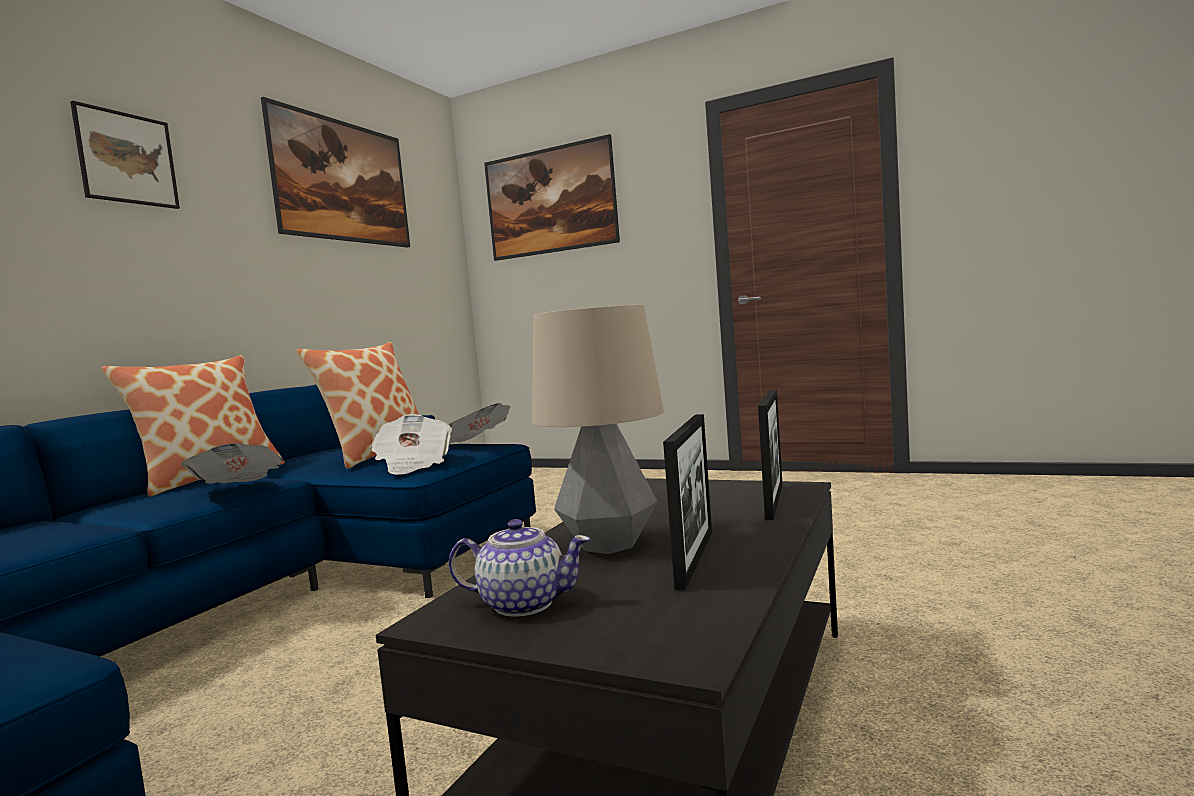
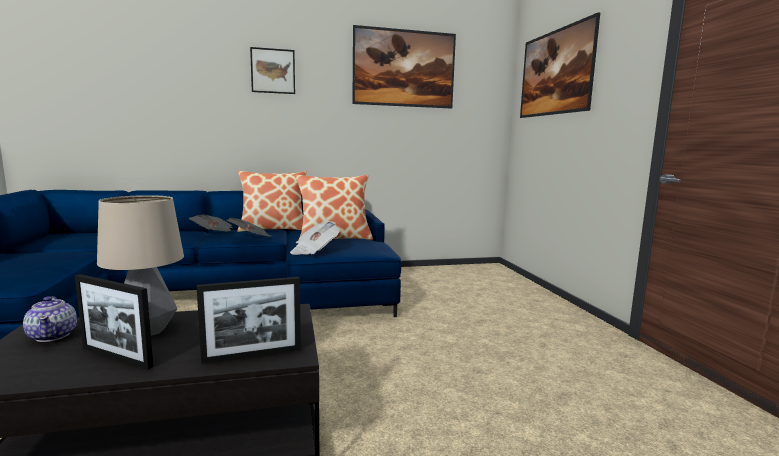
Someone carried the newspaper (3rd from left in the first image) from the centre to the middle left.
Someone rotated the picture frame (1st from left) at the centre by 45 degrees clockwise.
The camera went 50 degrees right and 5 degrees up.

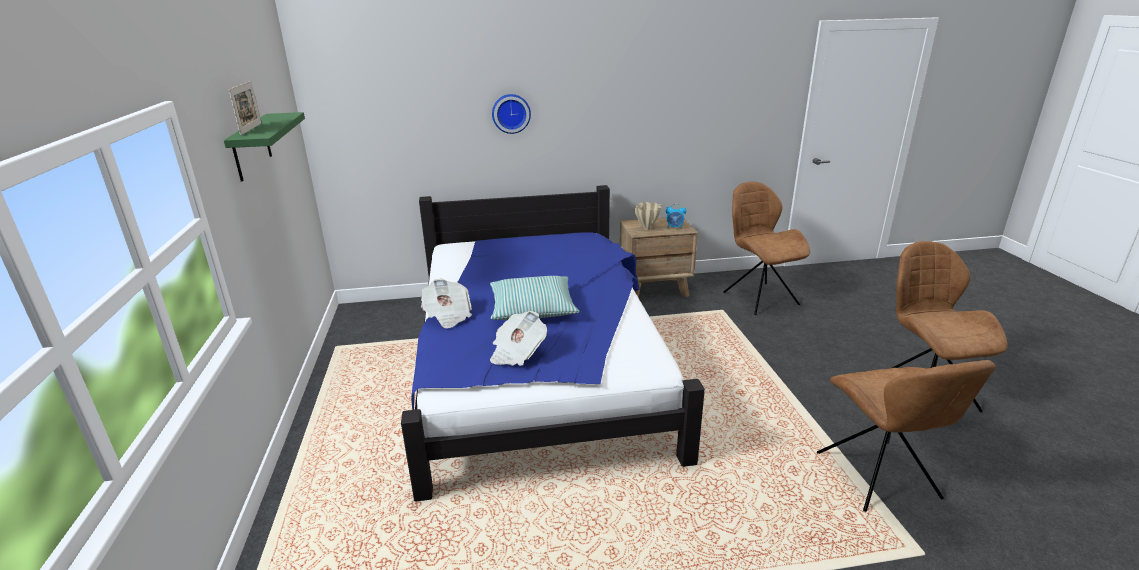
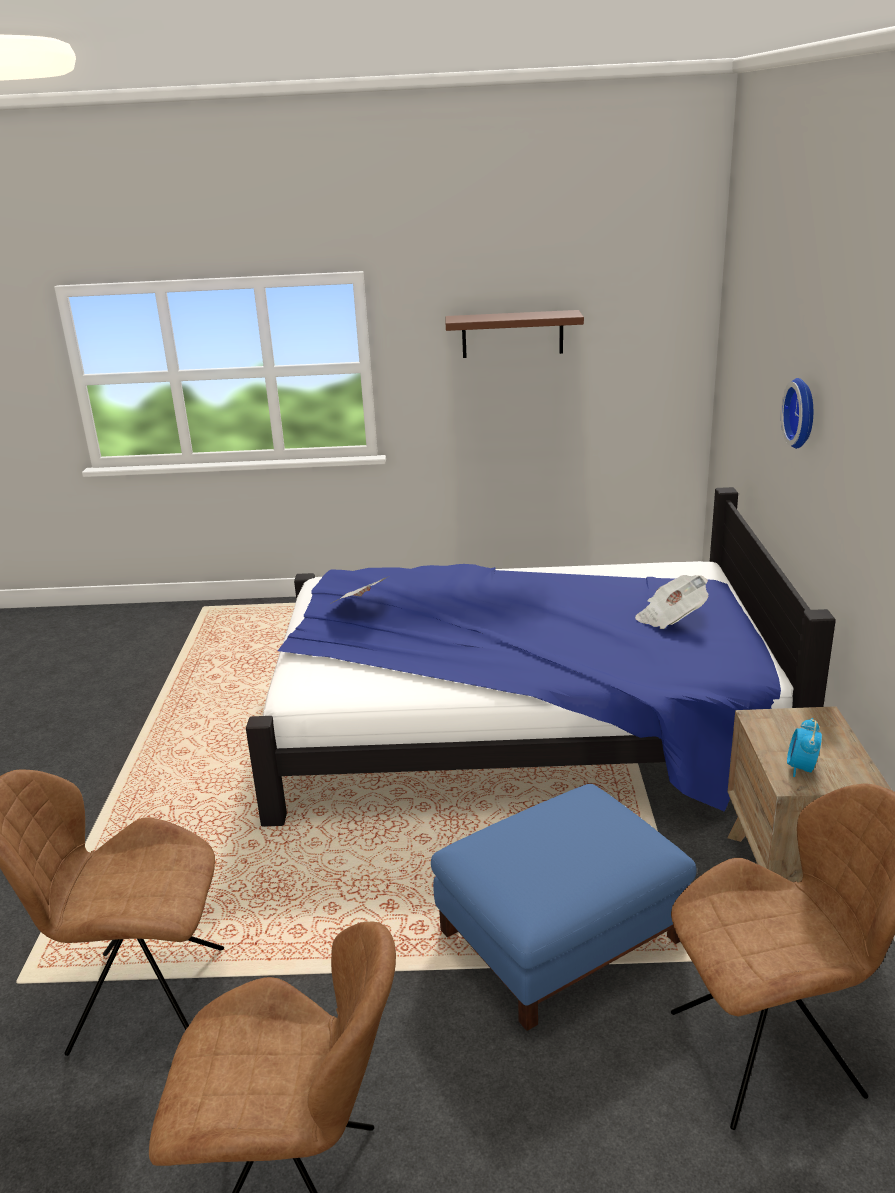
Someone repainted the green shelf at the top left, which became the brown shelf at the top centre.
Someone took away the picture frame at the top left.
Someone carried the newspaper (1st from left in the first image) from the centre to the middle right.
Someone took away the pillow at the centre.
Someone took away the beige vase at the centre.
Someone put down the blue ottoman at the bottom centre.
The camera went 100 degrees right and 0 degrees up.

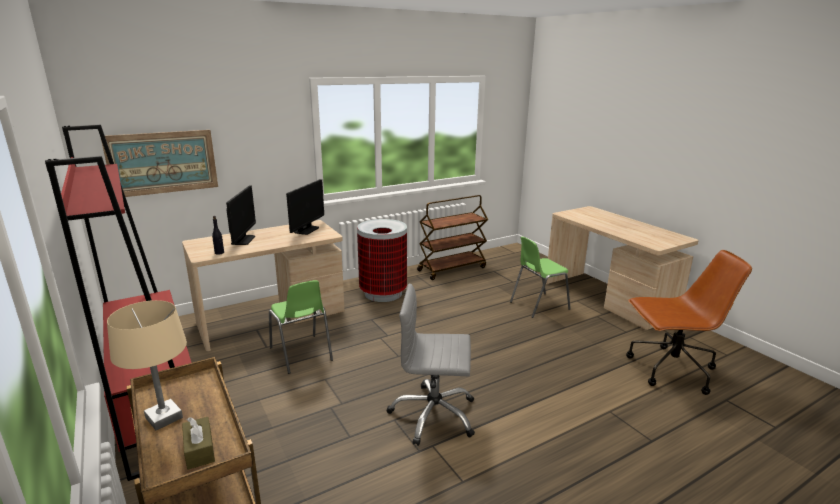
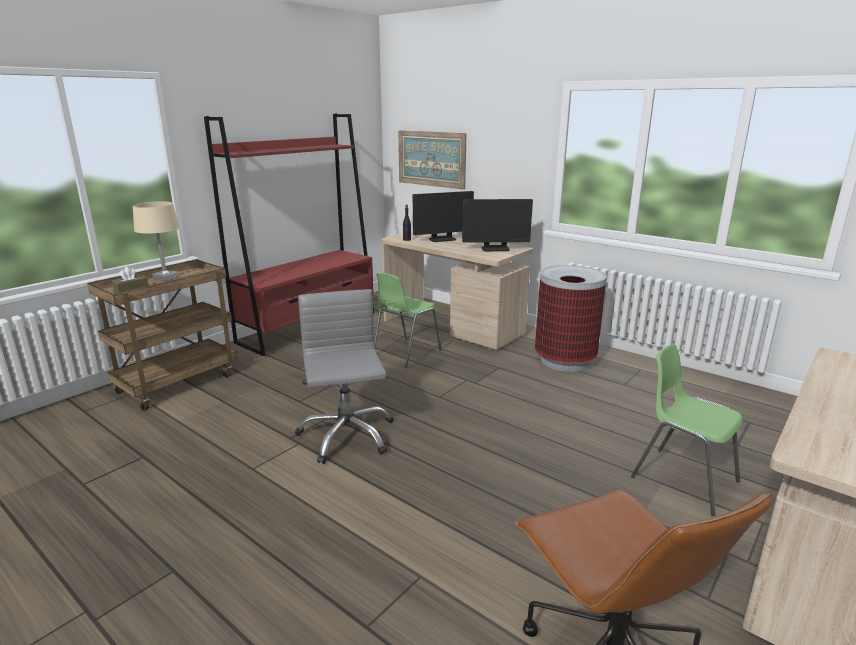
Someone took away the brown cart (2nd from left) at the centre.
The camera went 70 degrees right and 0 degrees up.

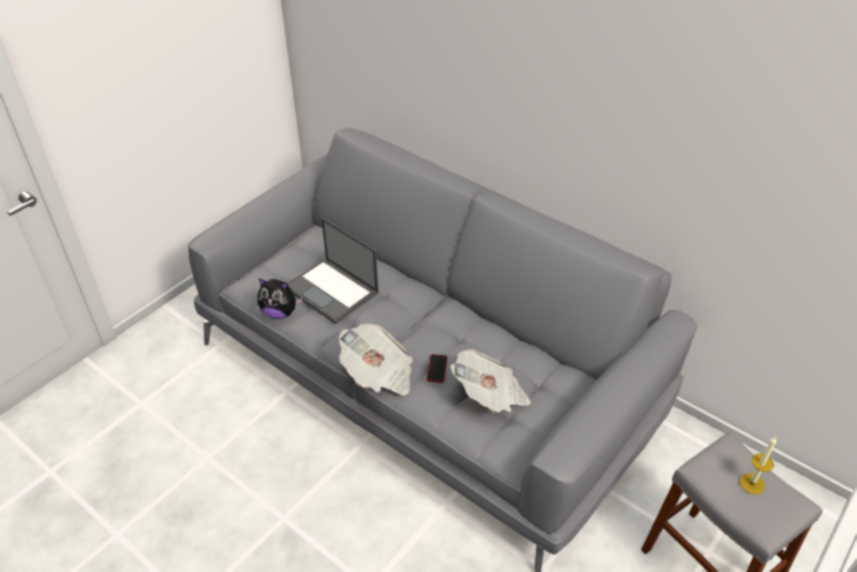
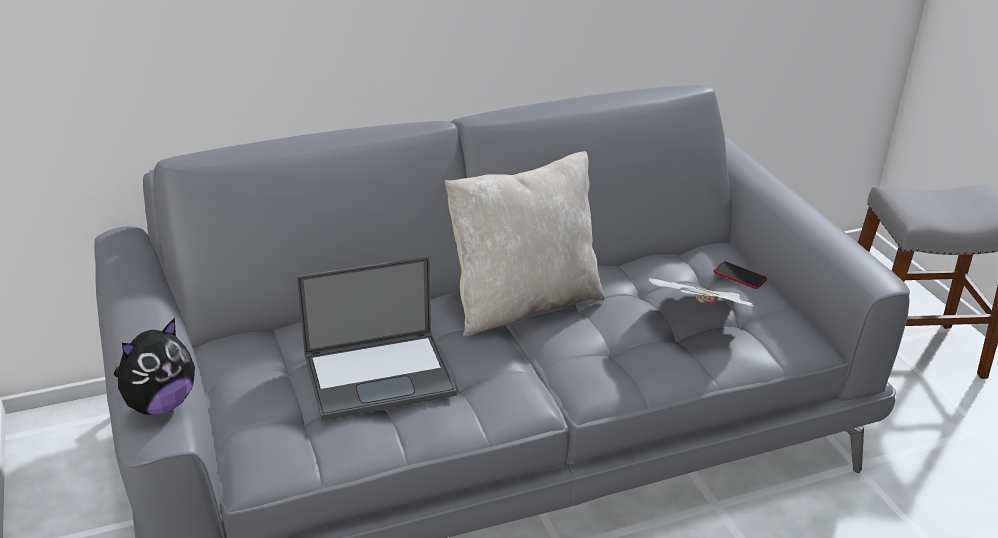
Someone carried the plush toy from the middle left to the bottom left.
Someone took away the newspaper (1st from left) at the centre.
Someone carried the phone from the centre to the middle right.
Someone took away the candle at the bottom right.
Someone put down the beige pillow at the centre.
The camera went 60 degrees left and 10 degrees down.

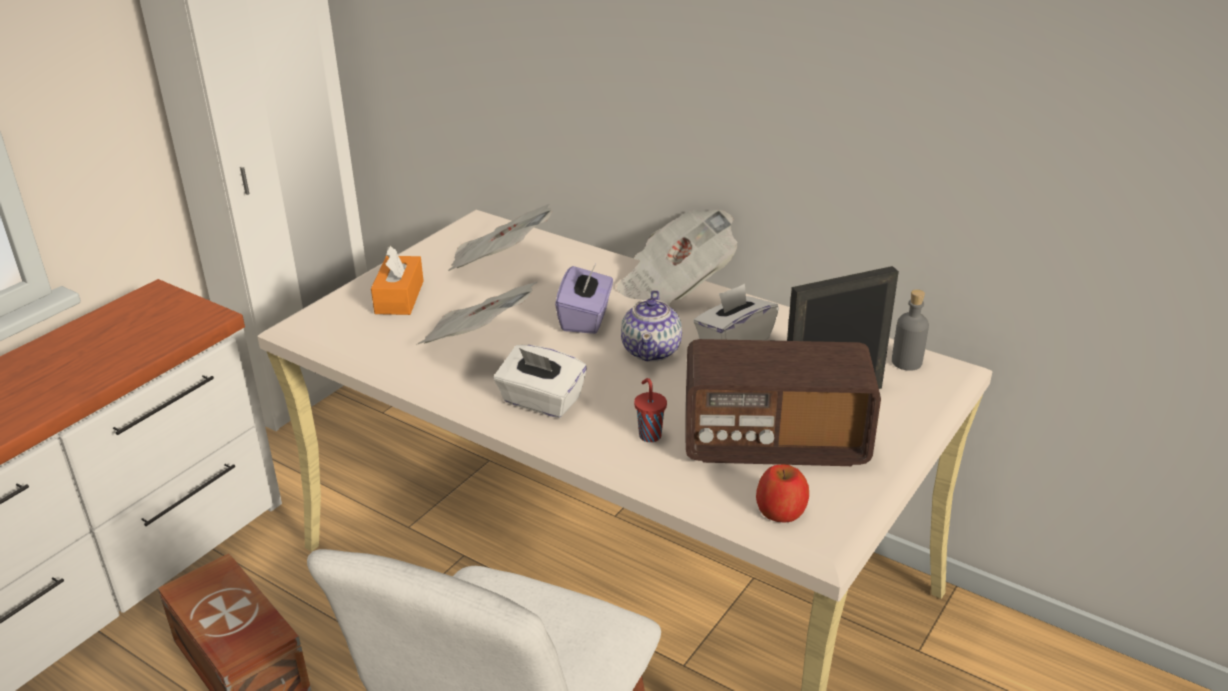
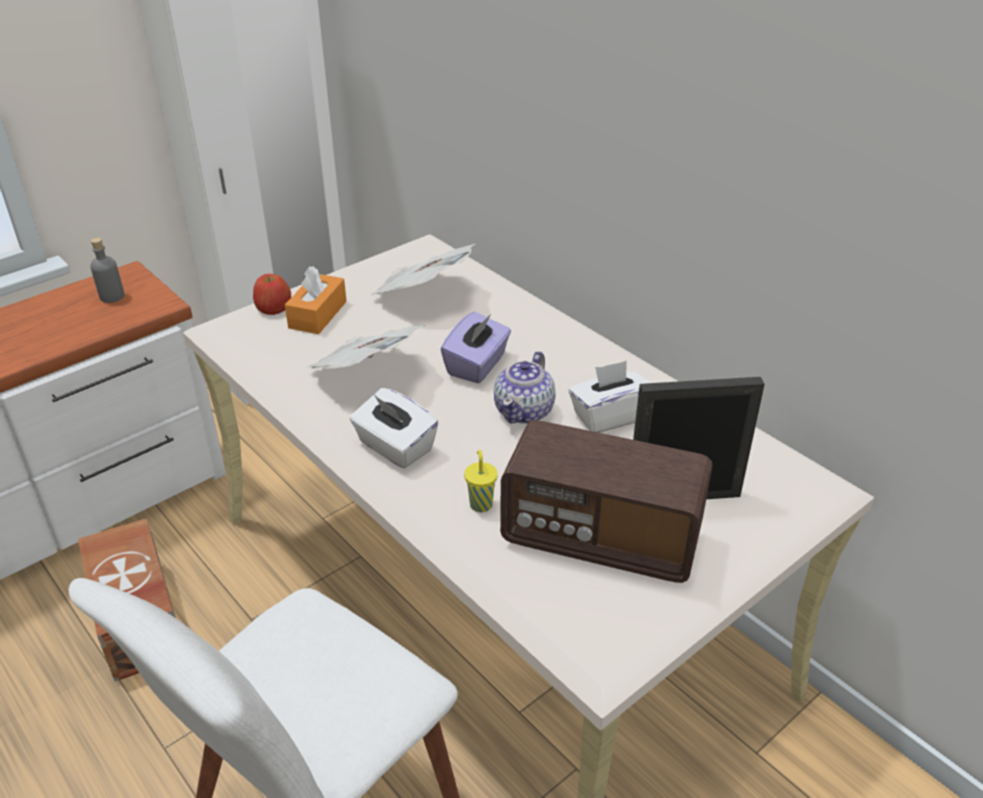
Someone took away the newspaper (3rd from left) at the centre.
Someone repainted the red cup at the centre, which became the yellow cup at the centre.
Someone carried the apple from the bottom centre to the middle left.
Someone carried the grey bottle from the middle right to the middle left.
The camera went 15 degrees right and 5 degrees up.

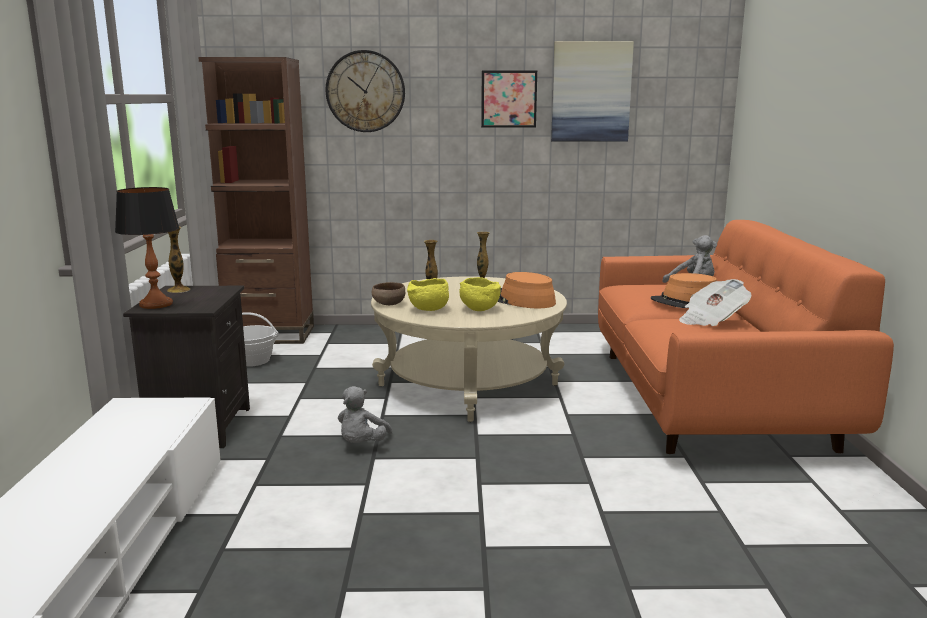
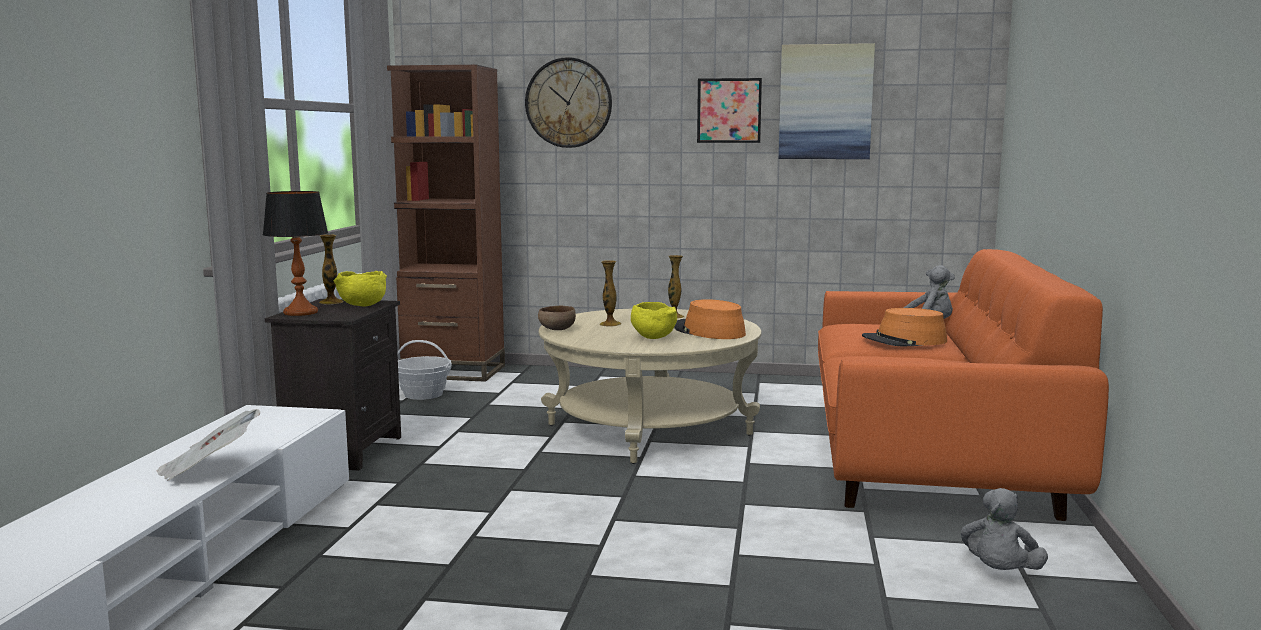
Someone carried the grey plush toy (1st from left in the first image) from the bottom centre to the bottom right.
Someone carried the yellow bowl (1st from left) from the centre to the middle left.
Someone carried the newspaper from the middle right to the bottom left.
The camera went 10 degrees right and 5 degrees down.

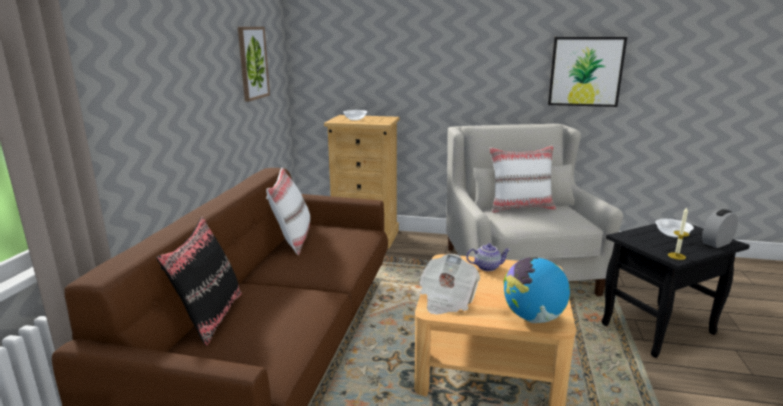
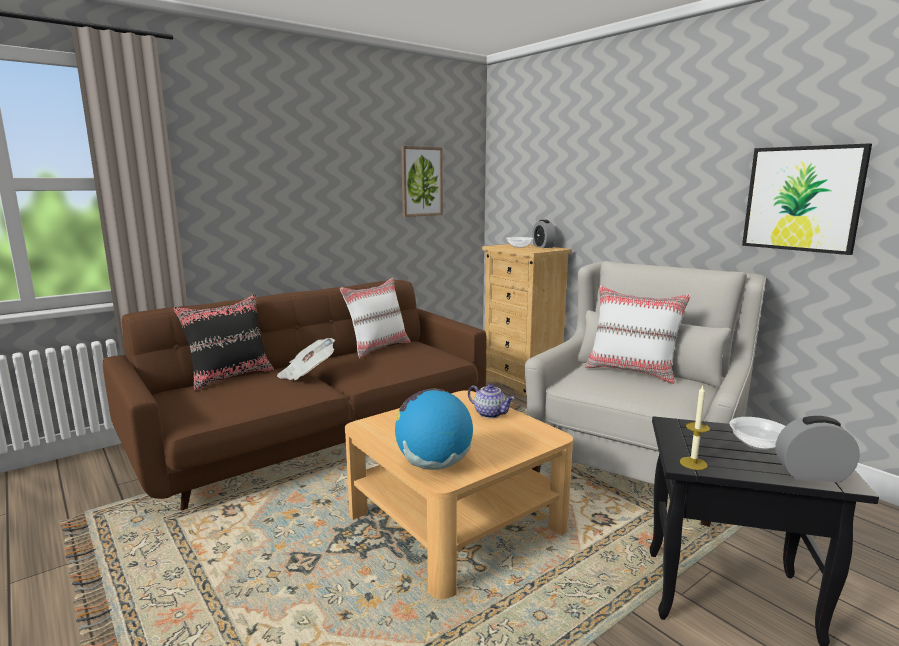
Someone carried the newspaper from the bottom centre to the centre.
Someone put down the alarm clock (1st from left) at the centre.
The camera went 40 degrees right and 5 degrees down.

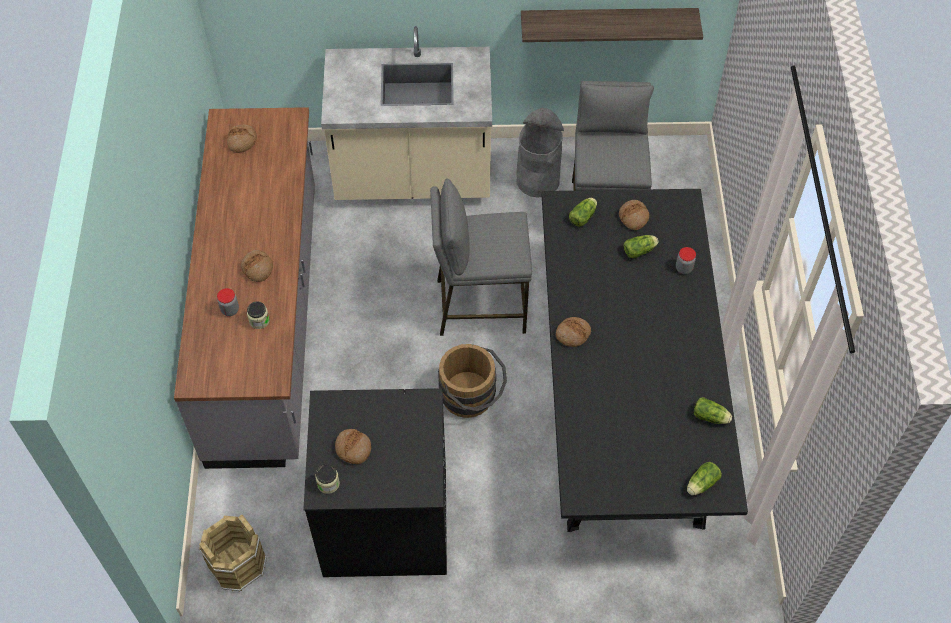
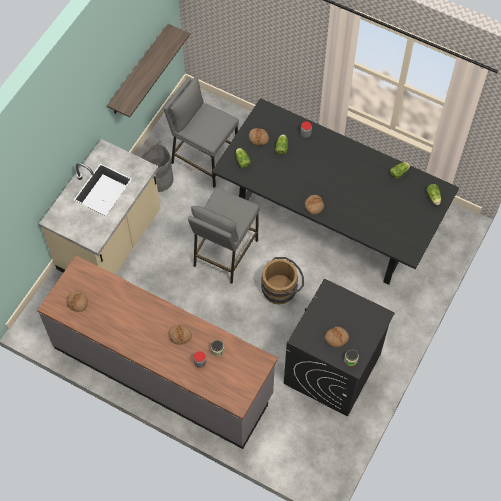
Someone took away the brown bucket (1st from left) at the bottom left.
The camera went 60 degrees left and 5 degrees up.

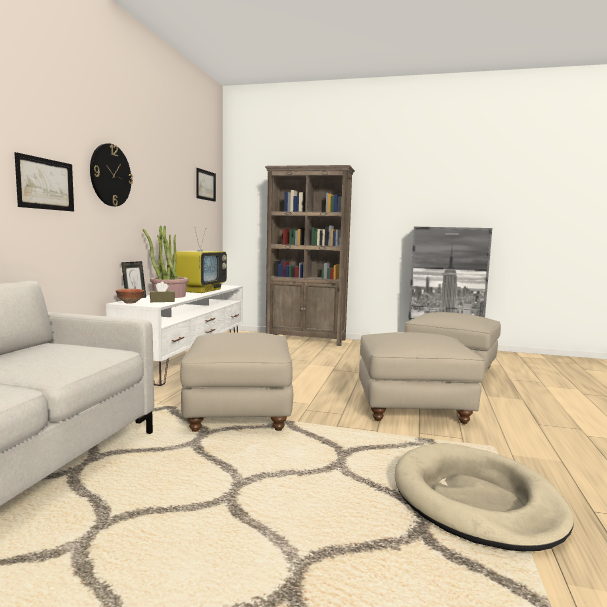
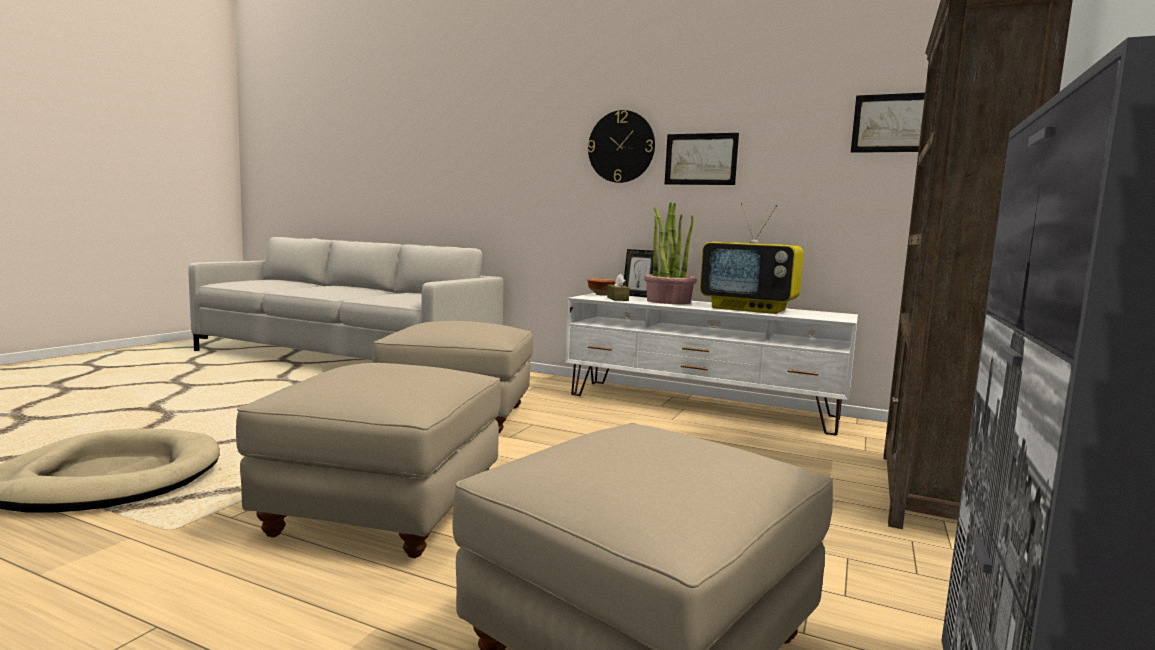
Someone carried the picture (1st from left) from the top left to the top centre.
The camera went 100 degrees right and 0 degrees up.

